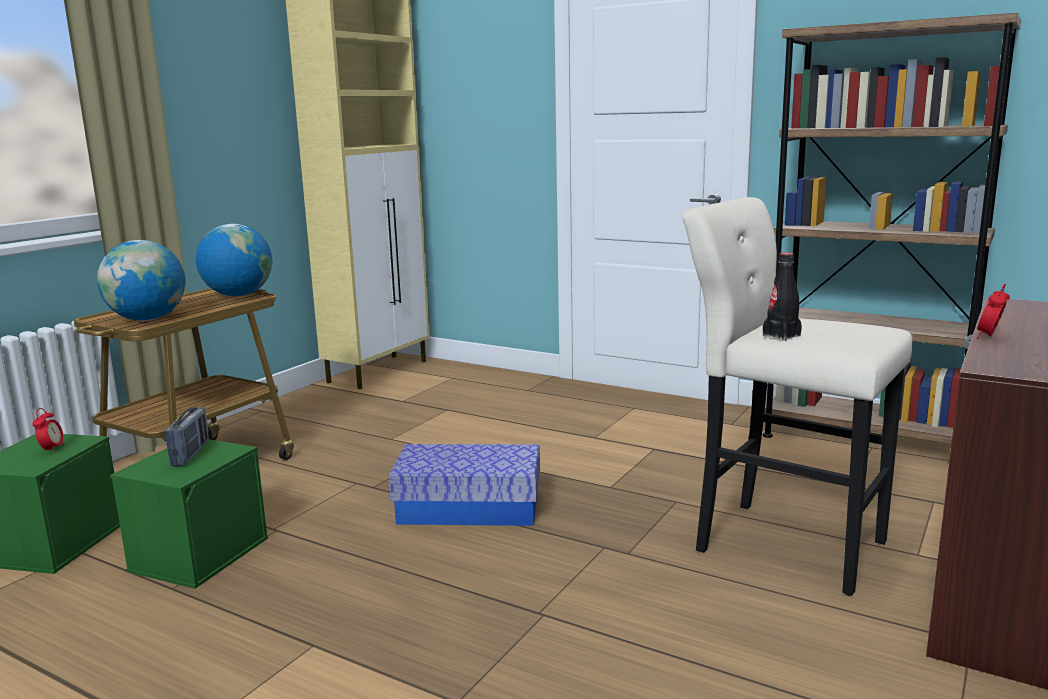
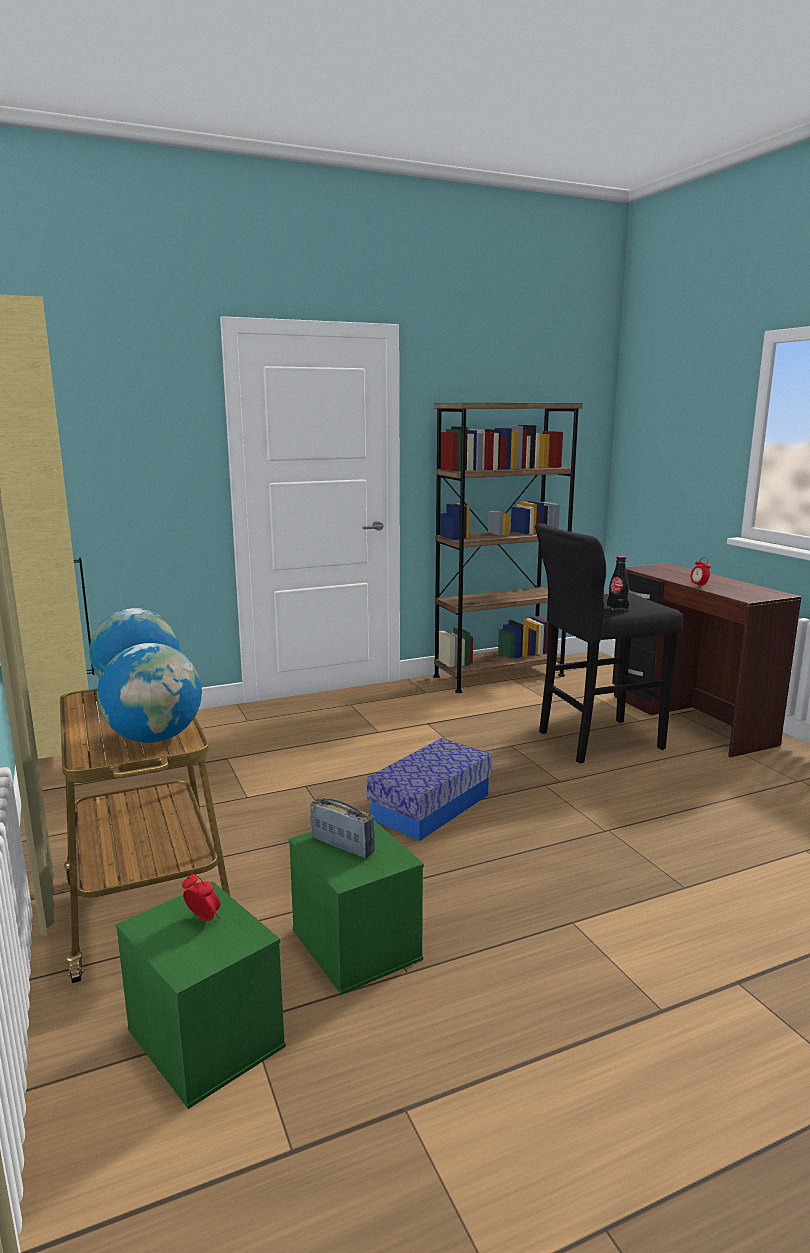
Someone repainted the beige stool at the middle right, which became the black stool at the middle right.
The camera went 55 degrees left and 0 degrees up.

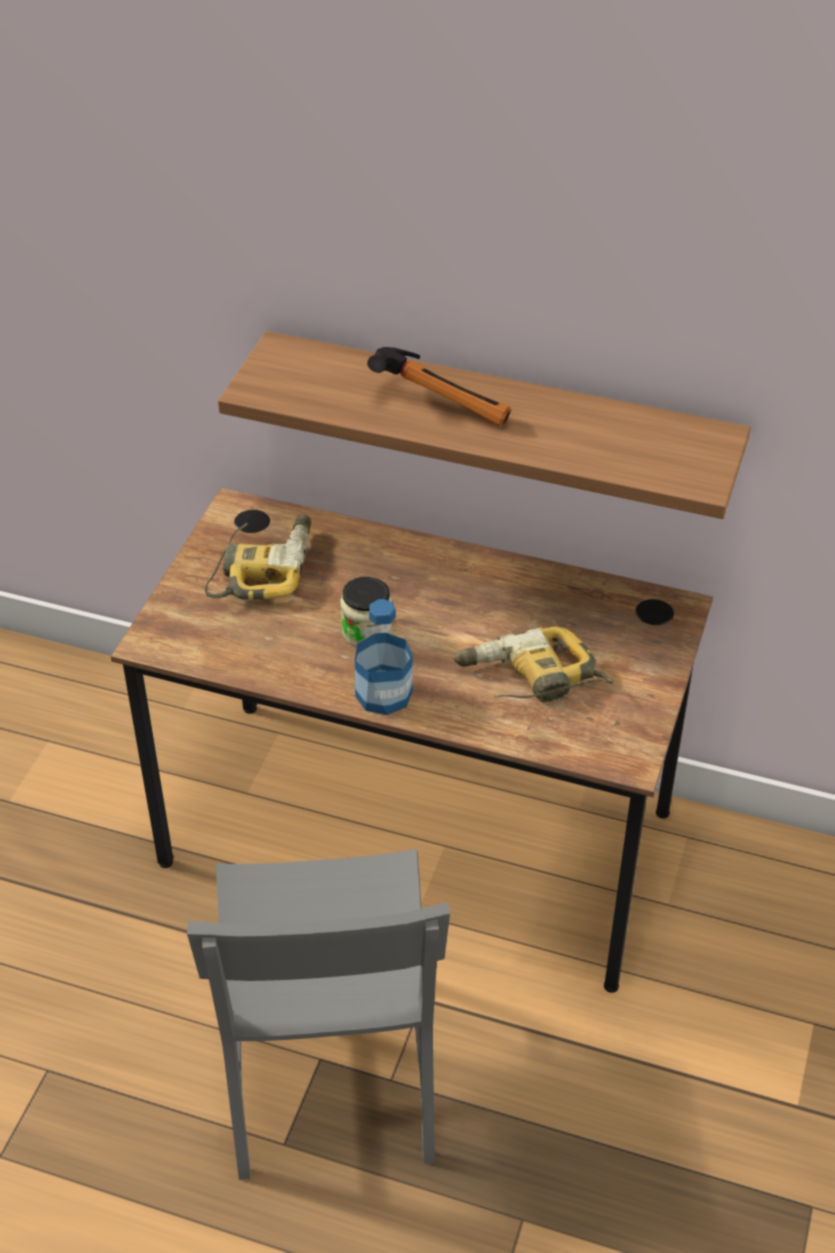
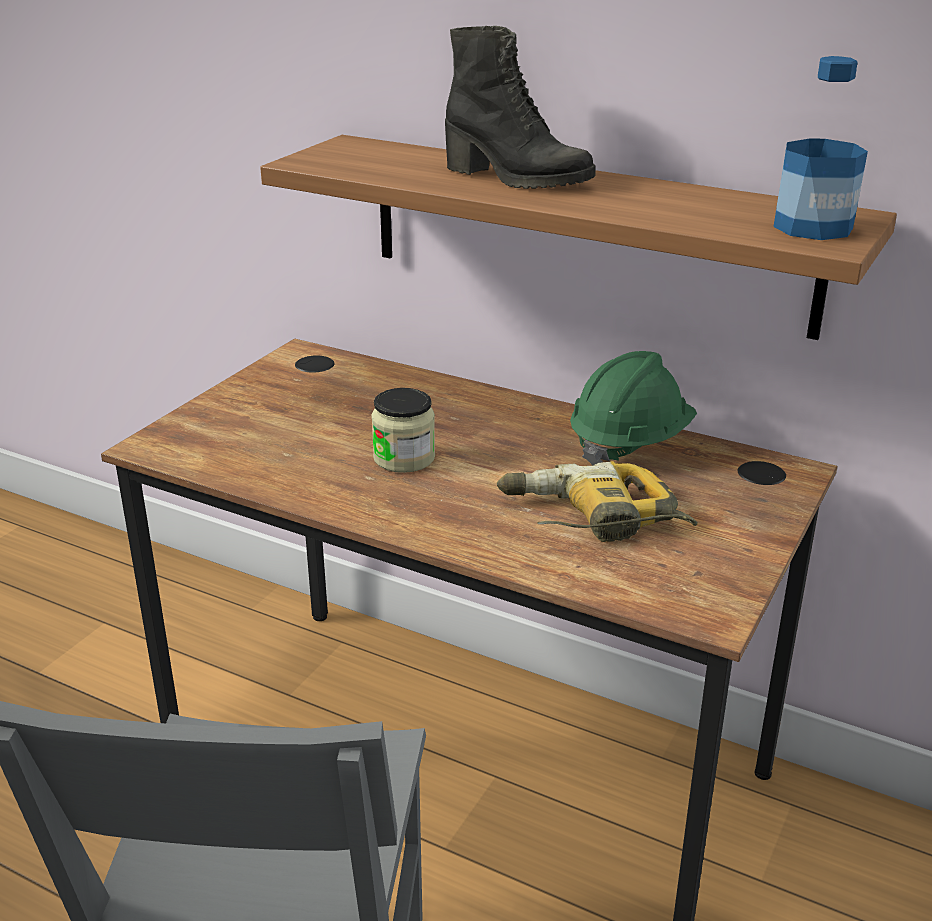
Someone took away the power drill (1st from left) at the middle left.
Someone carried the bottle from the centre to the top right.
Someone swapped the hammer at the top centre for the black boot at the top centre.
Someone put down the green hard hat at the middle right.
The camera went 10 degrees right and 15 degrees down.

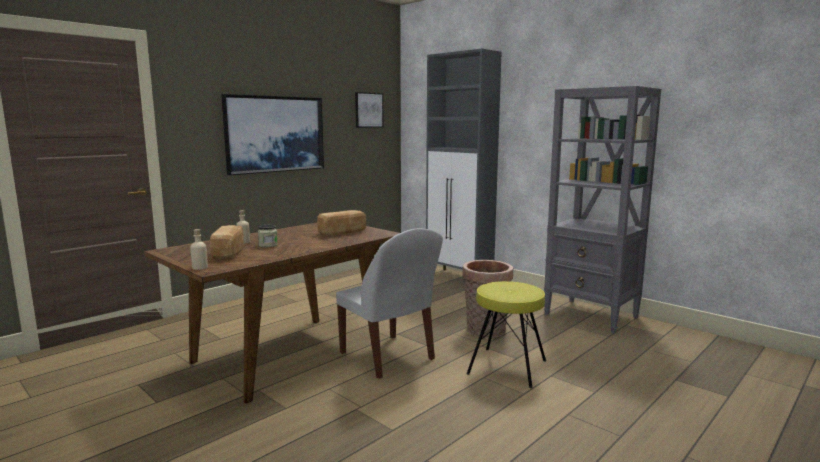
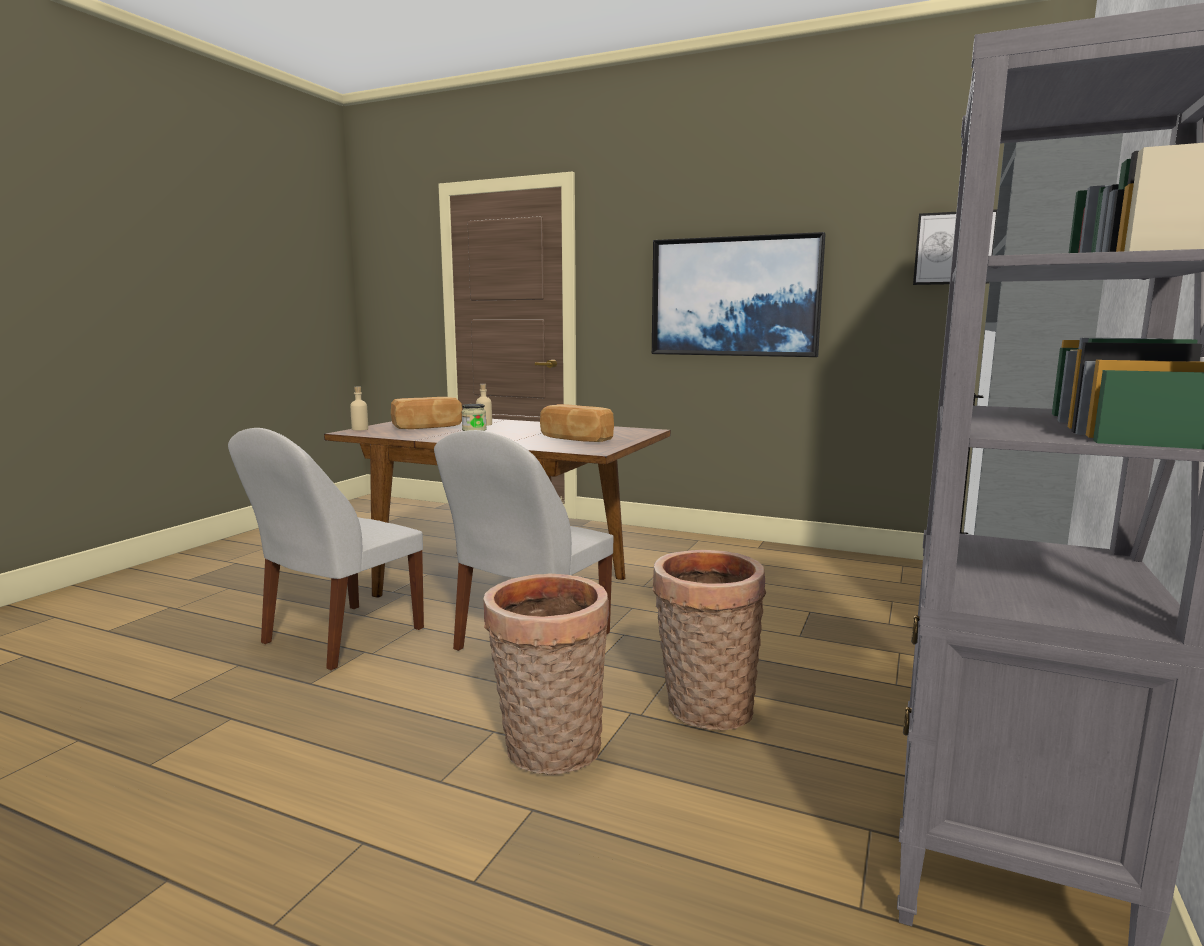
Someone swapped the yellow stool at the bottom centre for the basket (1st from left) at the bottom centre.
Someone put down the white chair (1st from left) at the middle left.
The camera went 70 degrees right and 0 degrees up.

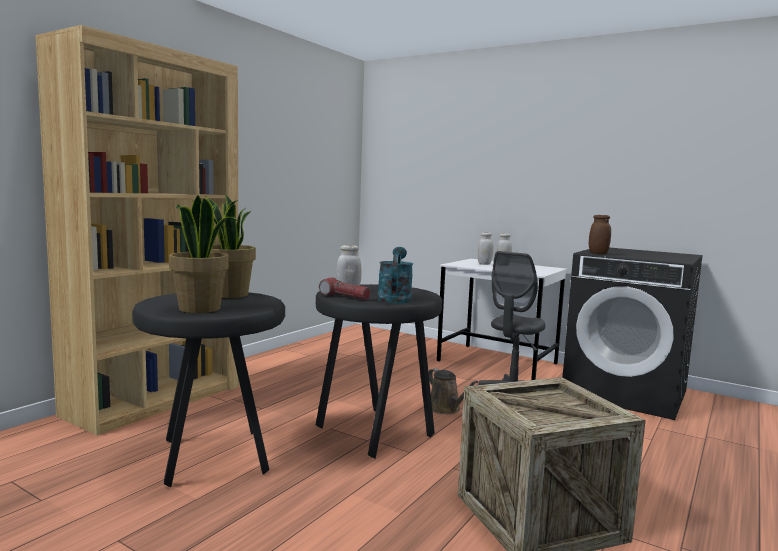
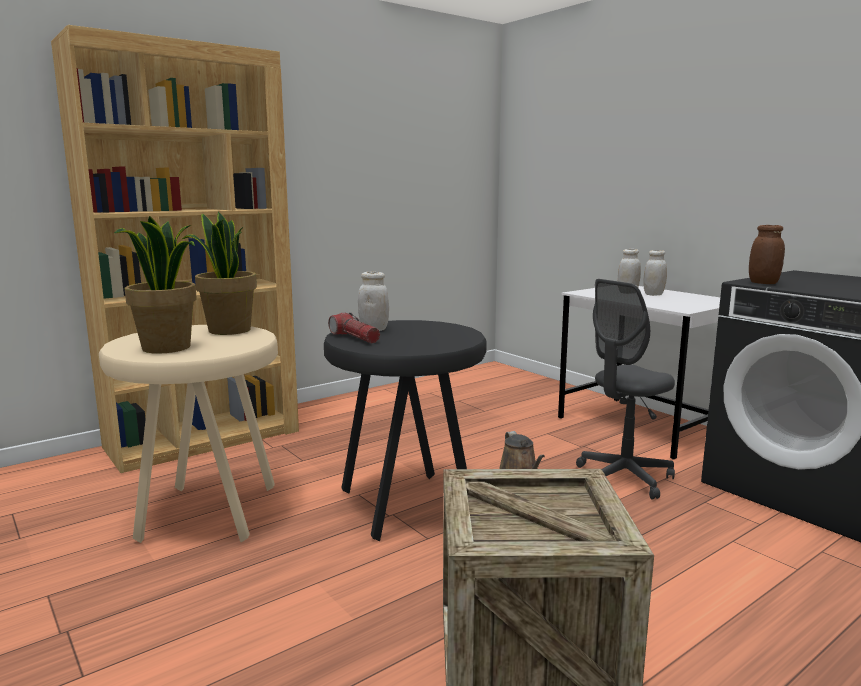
Someone repainted the black stool (1st from left) at the bottom left, which became the beige stool at the middle left.
Someone took away the turquoise watering can at the centre.
The camera went 20 degrees right and 5 degrees up.

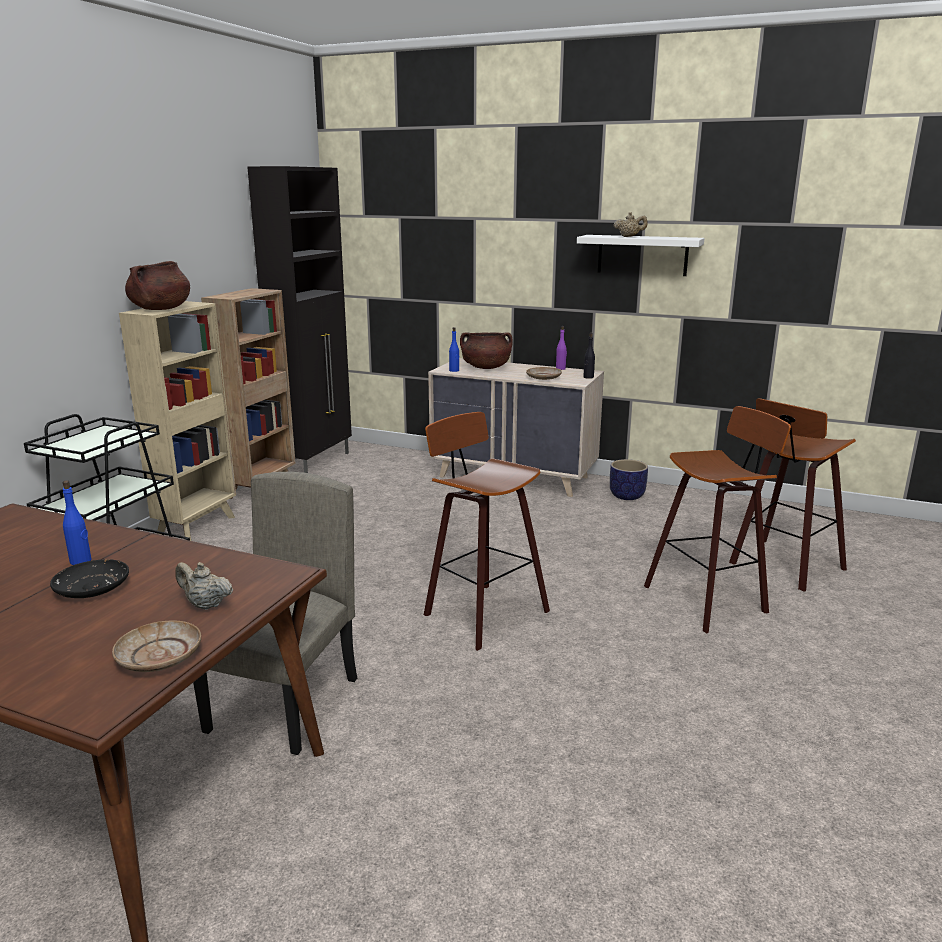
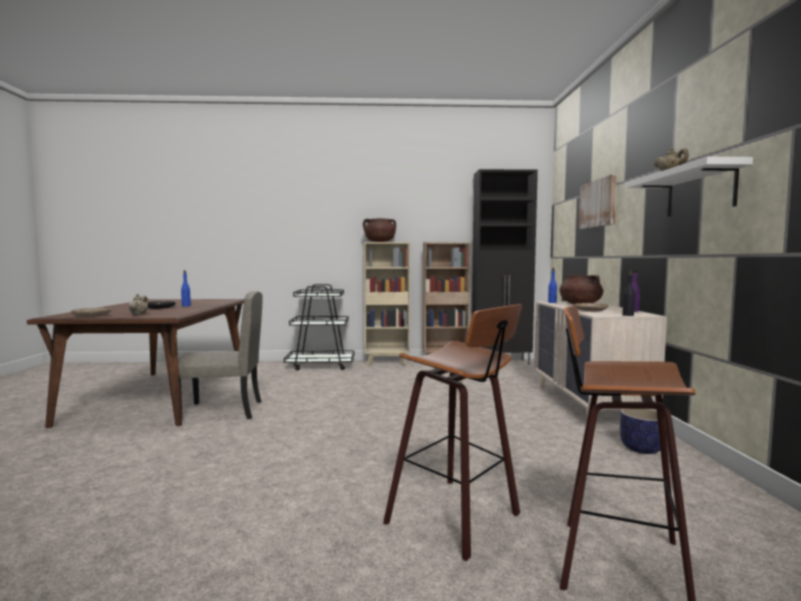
Someone took away the stool (1st from left) at the centre.
Someone put up the picture at the middle right.
The camera went 65 degrees right and 15 degrees down.

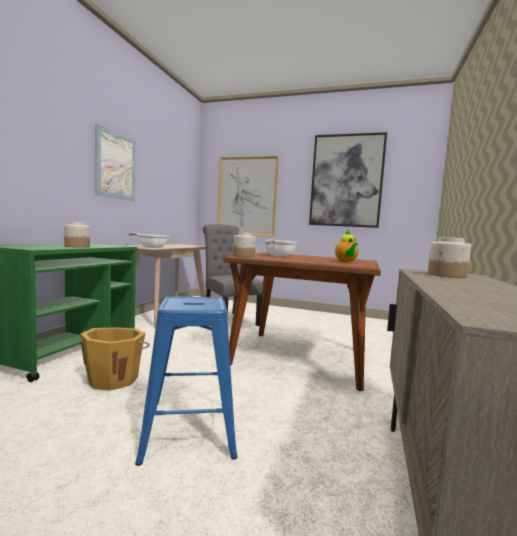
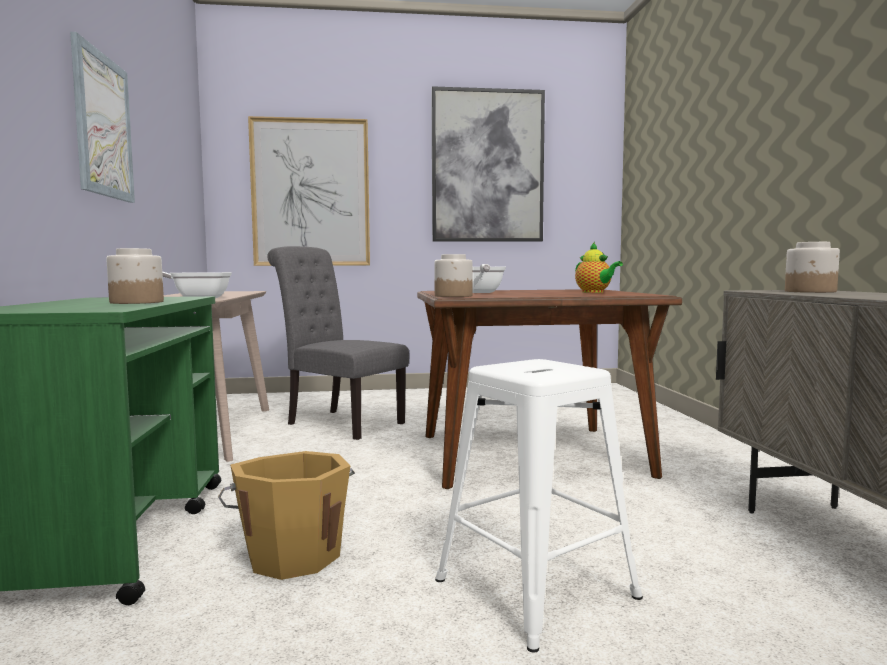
Someone repainted the blue stool at the bottom centre, which became the white stool at the bottom centre.
The camera went 25 degrees left and 0 degrees up.

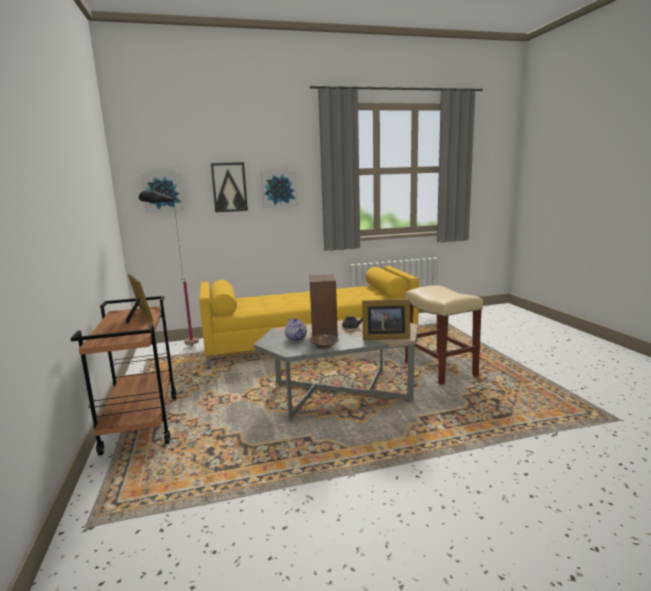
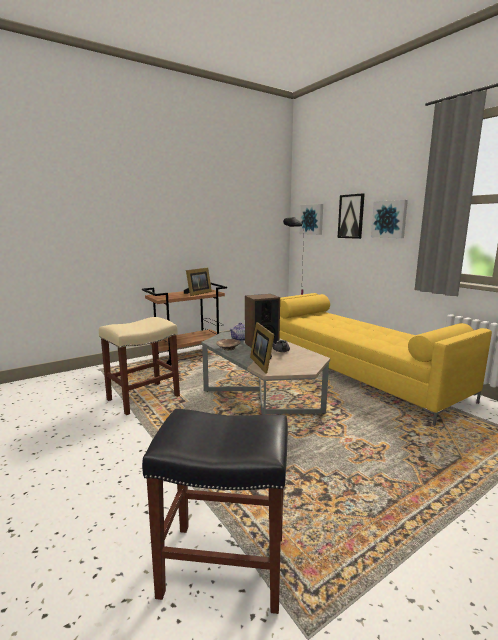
Someone carried the beige stool from the middle right to the middle left.
Someone put down the black stool at the bottom centre.
The camera went 70 degrees right and 0 degrees up.

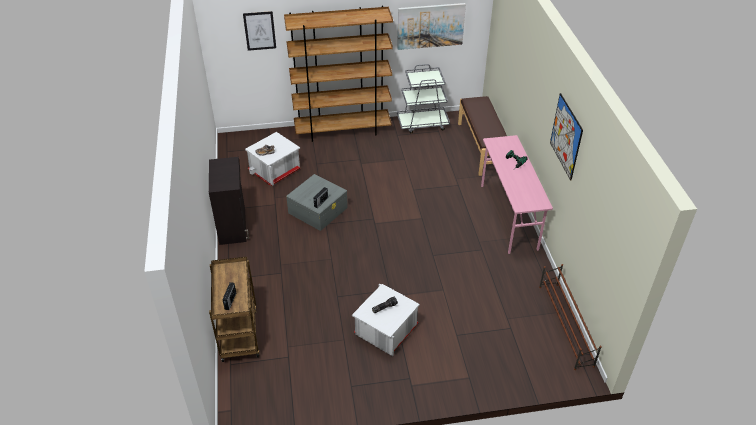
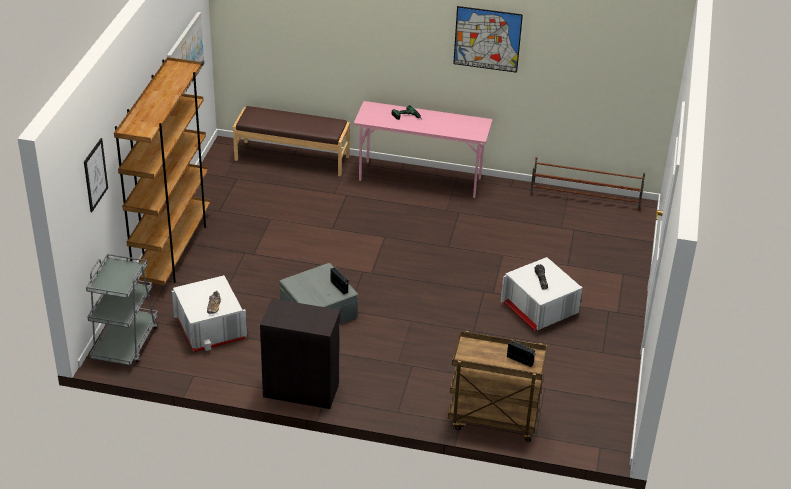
Someone carried the grey cart from the top centre to the middle left.
The camera went 70 degrees left and 5 degrees down.

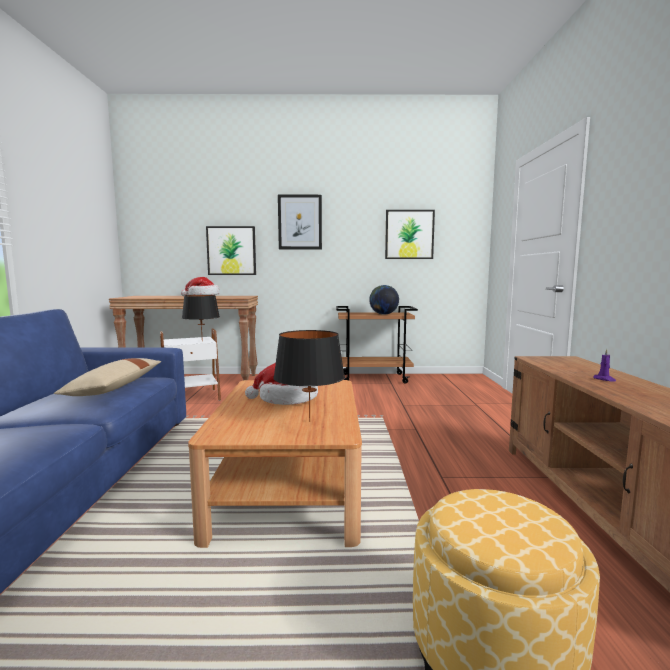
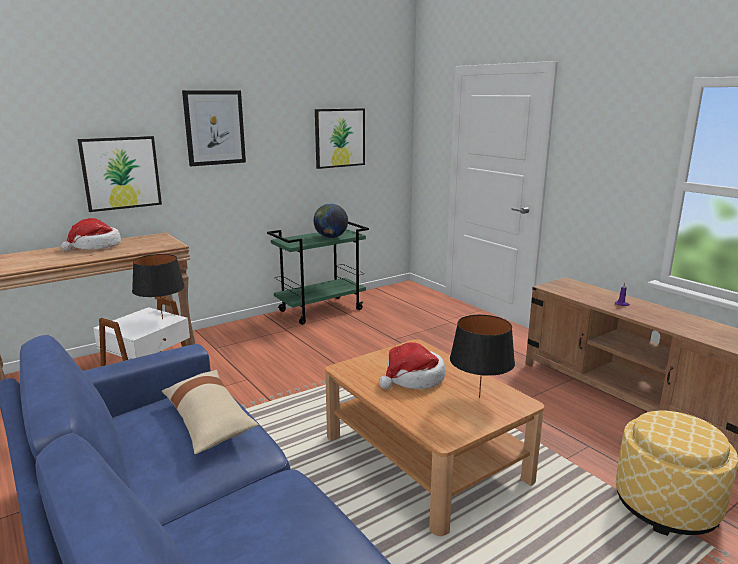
Someone repainted the brown cart at the centre, which became the green cart at the centre.
The camera went 35 degrees left and 10 degrees up.

